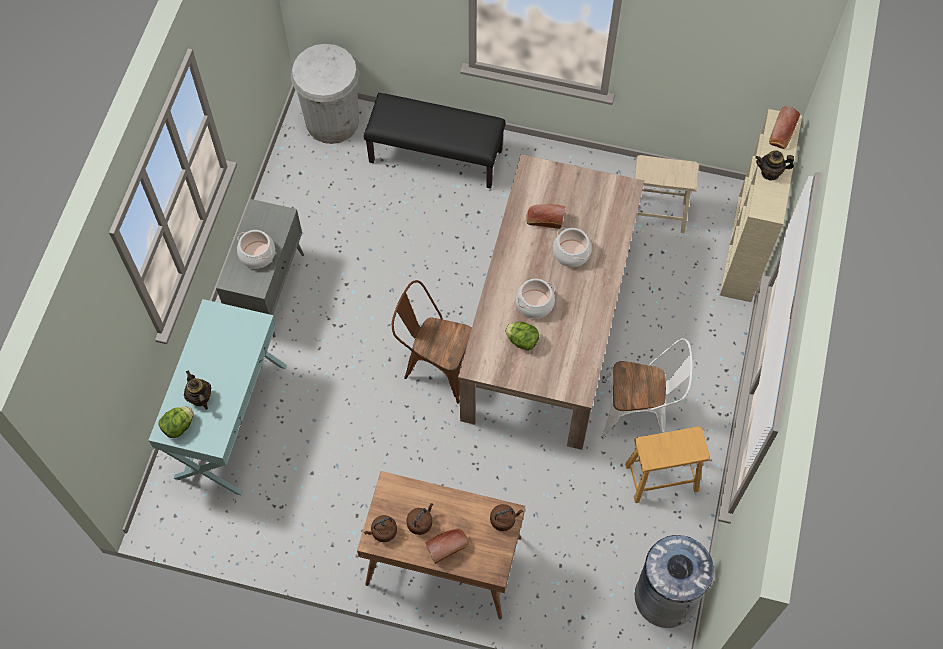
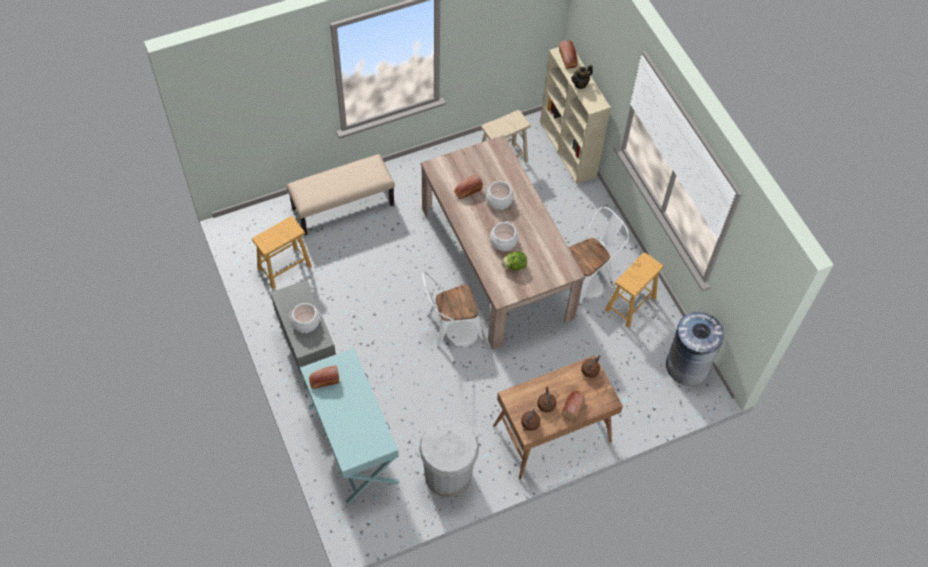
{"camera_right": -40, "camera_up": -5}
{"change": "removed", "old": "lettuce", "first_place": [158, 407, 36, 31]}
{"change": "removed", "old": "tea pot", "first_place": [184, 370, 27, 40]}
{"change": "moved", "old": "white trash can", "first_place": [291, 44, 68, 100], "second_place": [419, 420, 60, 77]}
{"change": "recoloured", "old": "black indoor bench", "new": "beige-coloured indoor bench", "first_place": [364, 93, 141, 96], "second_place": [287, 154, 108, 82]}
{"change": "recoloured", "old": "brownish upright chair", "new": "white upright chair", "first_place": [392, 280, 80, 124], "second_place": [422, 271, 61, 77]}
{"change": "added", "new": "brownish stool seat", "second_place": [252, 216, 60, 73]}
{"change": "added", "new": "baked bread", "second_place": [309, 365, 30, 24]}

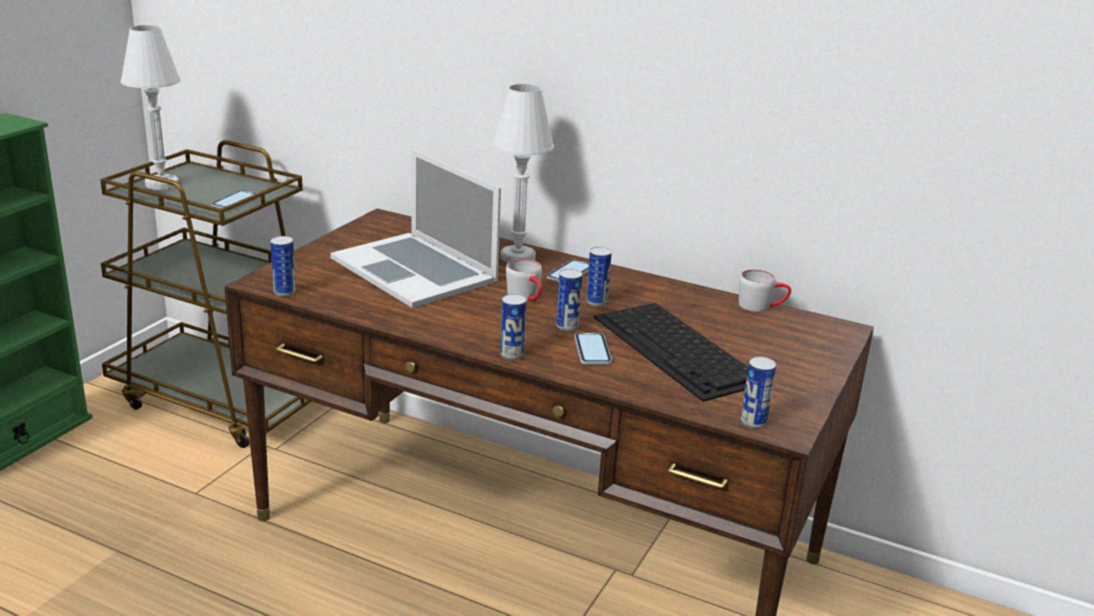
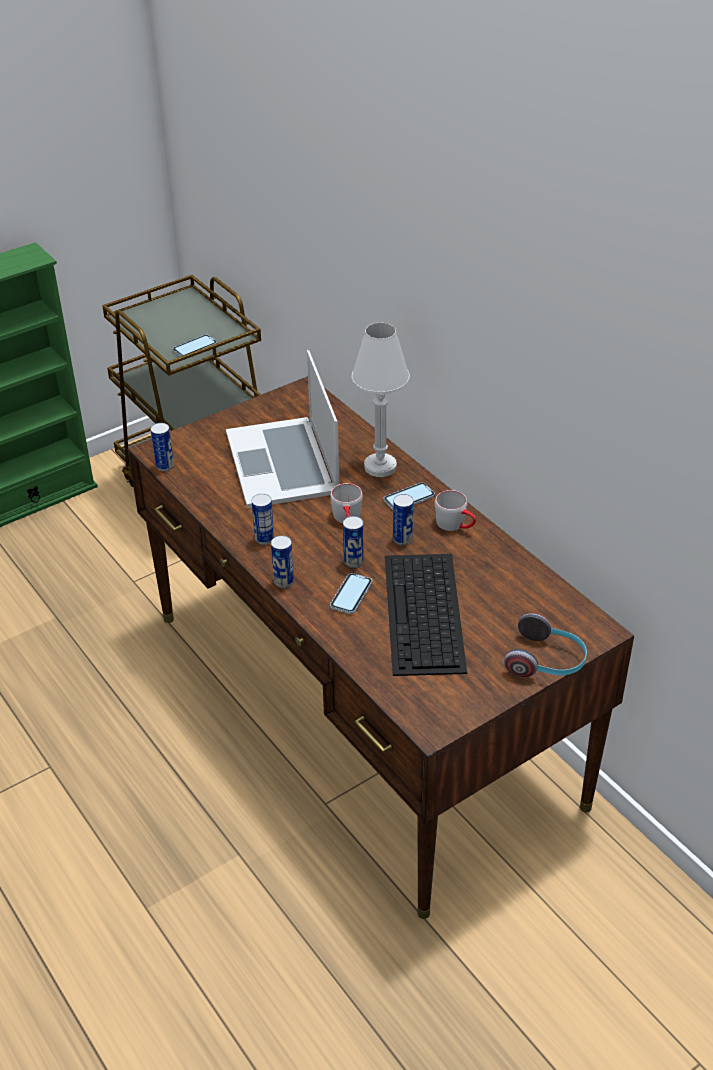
{"camera_right": 30, "camera_up": 15}
{"change": "removed", "old": "white lamp for a table", "first_place": [121, 25, 59, 165]}
{"change": "moved", "old": "gray tea mug", "first_place": [739, 269, 52, 43], "second_place": [435, 490, 41, 41]}
{"change": "moved", "old": "metal can", "first_place": [741, 357, 35, 72], "second_place": [252, 494, 22, 51]}
{"change": "added", "new": "headset", "second_place": [504, 613, 83, 64]}

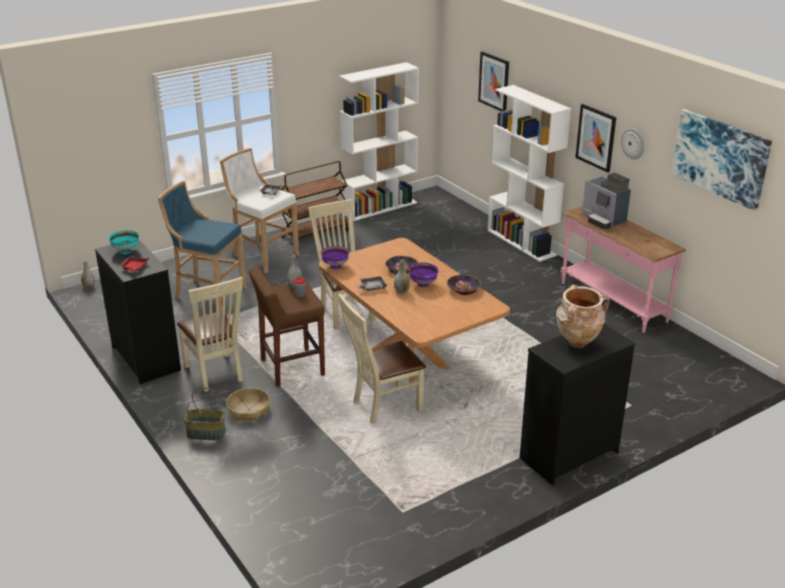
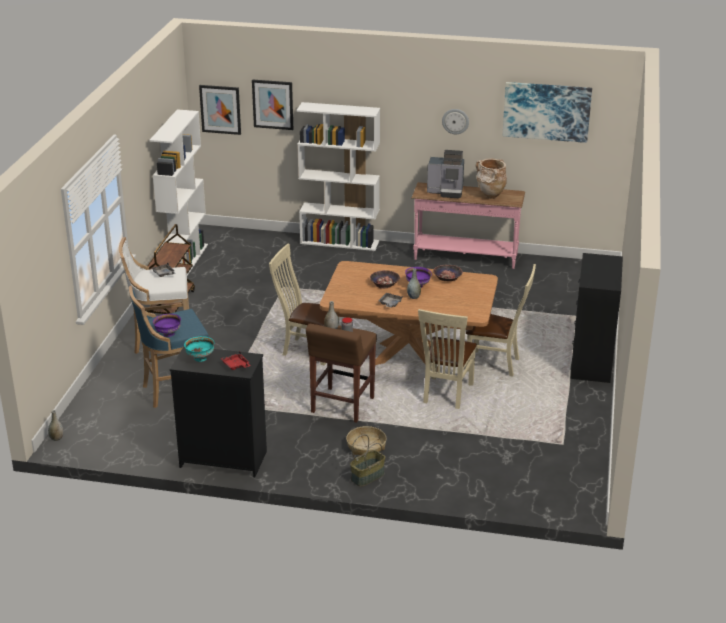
{"camera_right": -45, "camera_up": 0}
{"change": "moved", "old": "beige-coloured upright chair", "first_place": [177, 277, 66, 115], "second_place": [466, 264, 70, 113]}
{"change": "moved", "old": "purple serving bowl", "first_place": [321, 246, 28, 24], "second_place": [153, 314, 28, 23]}
{"change": "moved", "old": "beige-coloured vase", "first_place": [556, 284, 54, 64], "second_place": [476, 158, 31, 41]}
{"change": "moved", "old": "picture", "first_place": [575, 104, 41, 69], "second_place": [199, 85, 42, 50]}

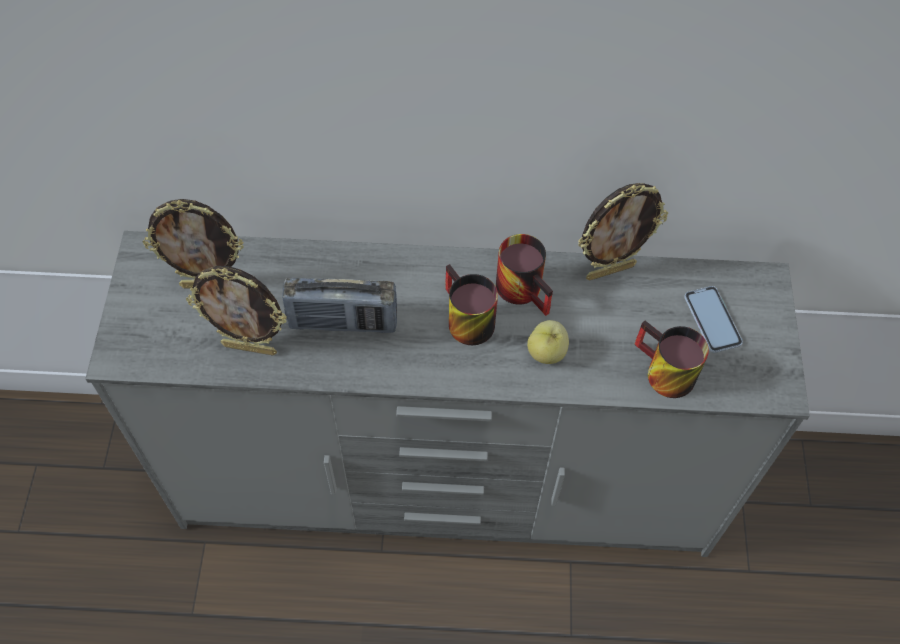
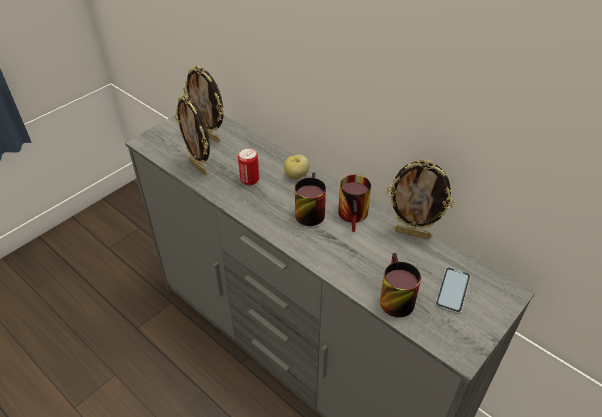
{"camera_right": 40, "camera_up": -15}
{"change": "replaced", "old": "radio", "new": "metal can", "first_place": [282, 278, 115, 55], "second_place": [238, 148, 21, 38]}
{"change": "moved", "old": "whole apple", "first_place": [527, 320, 42, 44], "second_place": [284, 155, 25, 24]}

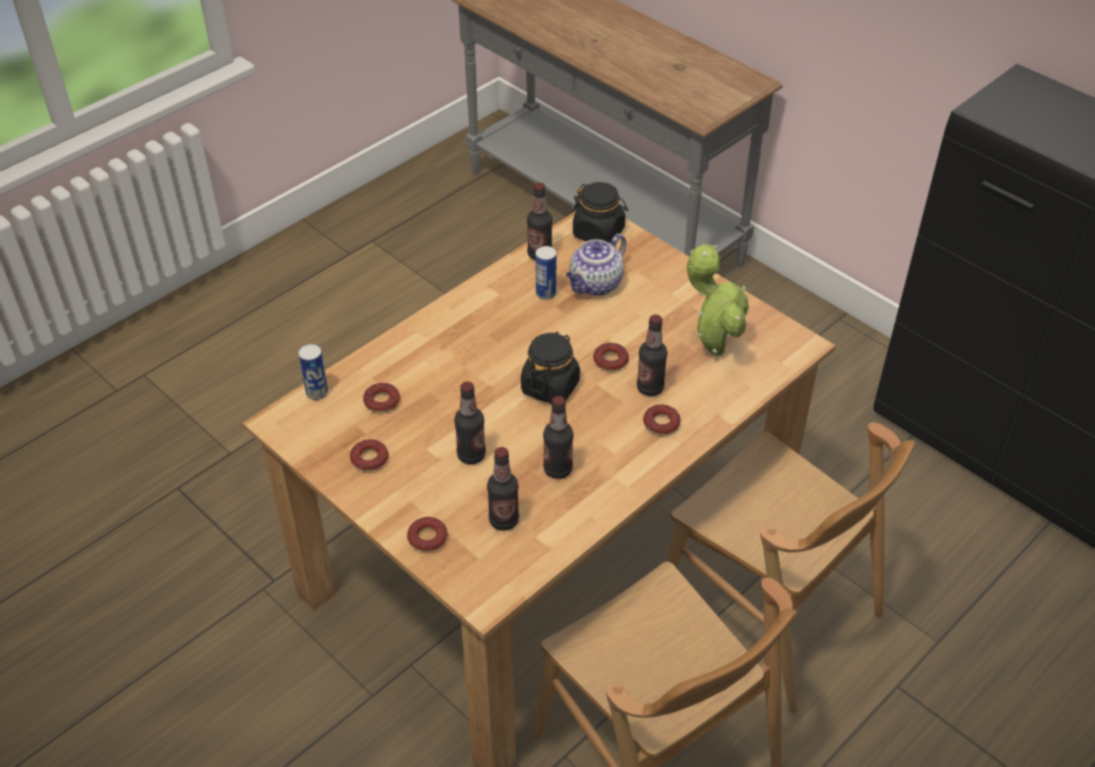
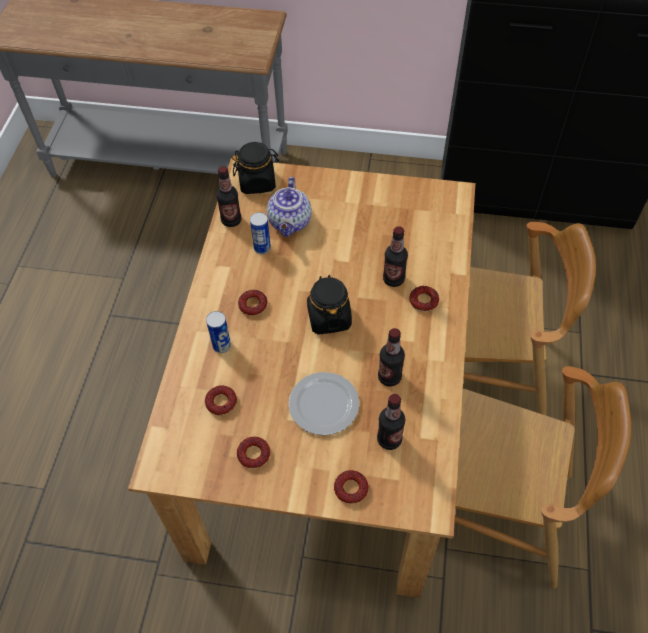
{"camera_right": -35, "camera_up": 10}
{"change": "moved", "old": "metal can", "first_place": [298, 344, 30, 56], "second_place": [206, 311, 25, 42]}
{"change": "replaced", "old": "beverage bottle", "new": "dinner plate", "first_place": [454, 381, 32, 83], "second_place": [289, 372, 70, 63]}
{"change": "moved", "old": "ring doughnut", "first_place": [593, 343, 36, 29], "second_place": [238, 290, 30, 26]}
{"change": "removed", "old": "plant in a pot", "first_place": [687, 244, 62, 112]}

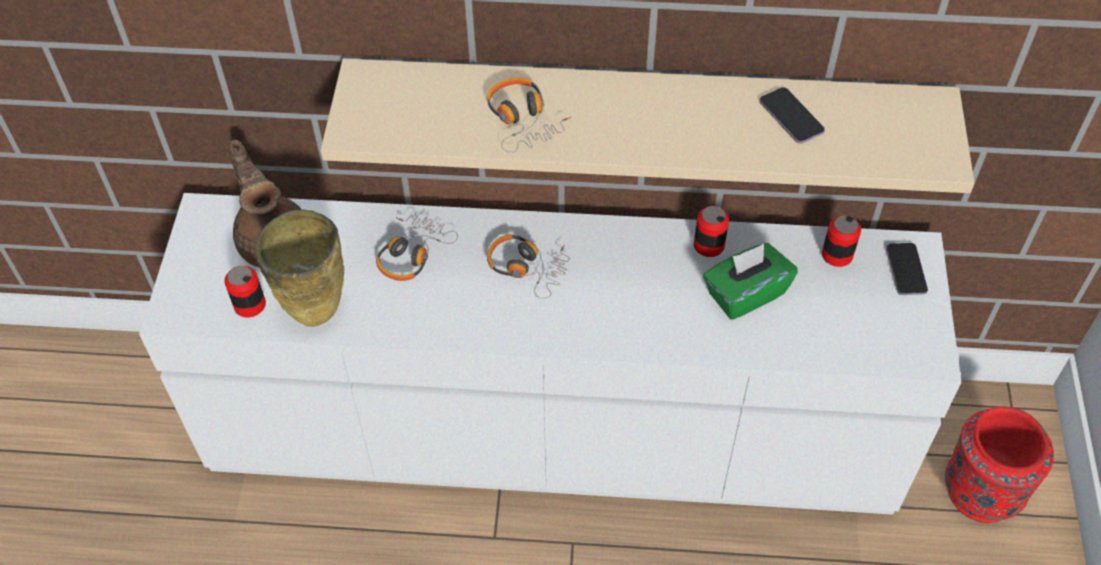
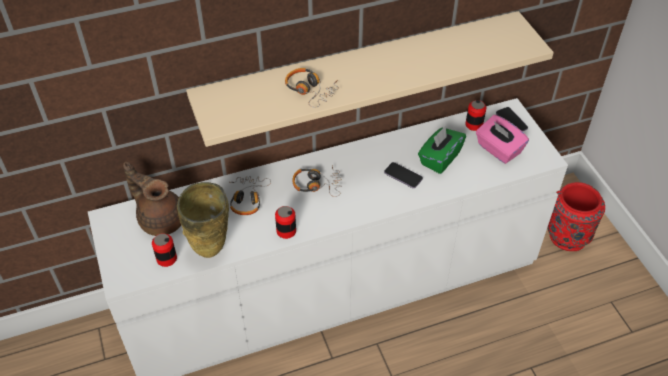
{"camera_right": -25, "camera_up": -5}
{"change": "moved", "old": "metal can", "first_place": [694, 206, 35, 51], "second_place": [275, 206, 21, 33]}
{"change": "moved", "old": "handset", "first_place": [760, 87, 65, 57], "second_place": [384, 162, 39, 26]}
{"change": "added", "new": "pinkish box of tissues", "second_place": [476, 115, 53, 49]}

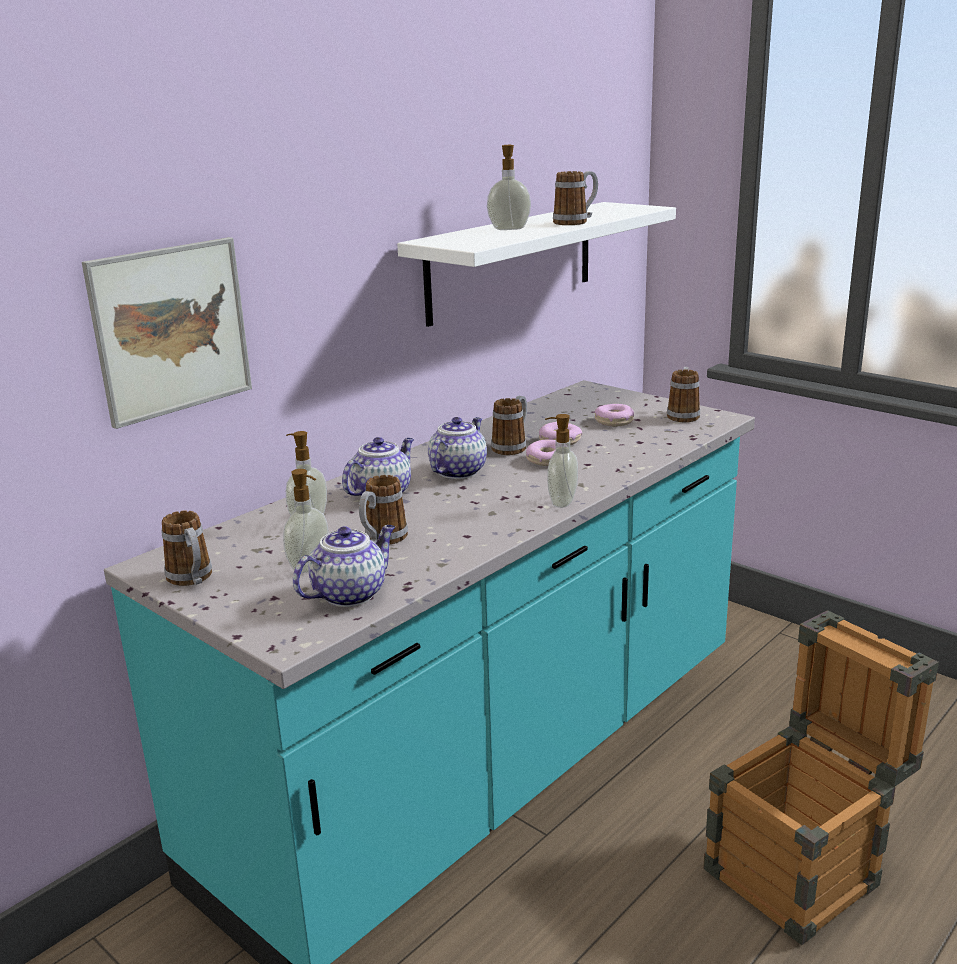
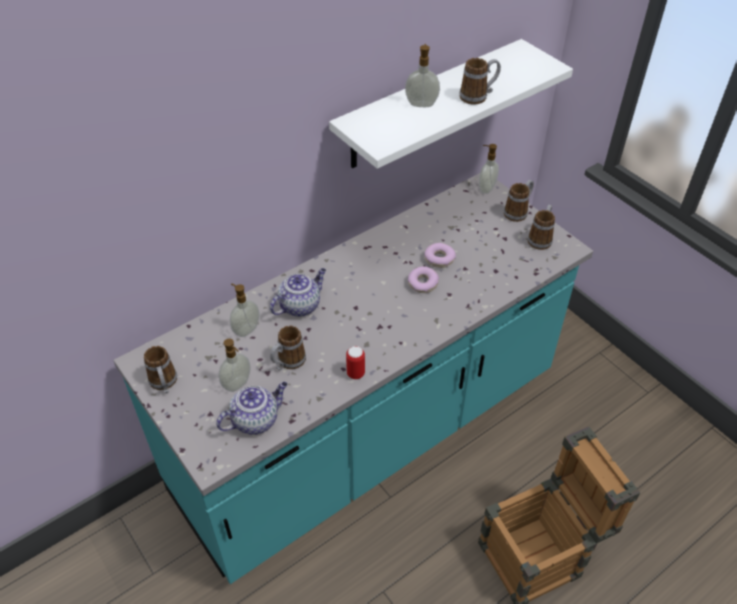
{"camera_right": 10, "camera_up": 25}
{"change": "removed", "old": "picture", "first_place": [82, 237, 170, 192]}
{"change": "removed", "old": "tea pot", "first_place": [428, 417, 59, 62]}
{"change": "moved", "old": "tea mug", "first_place": [491, 396, 36, 59], "second_place": [504, 180, 30, 42]}
{"change": "moved", "old": "soap dispenser", "first_place": [545, 414, 33, 94], "second_place": [479, 144, 20, 50]}
{"change": "removed", "old": "ring doughnut", "first_place": [595, 404, 39, 22]}
{"change": "added", "new": "metal can", "second_place": [346, 346, 19, 33]}

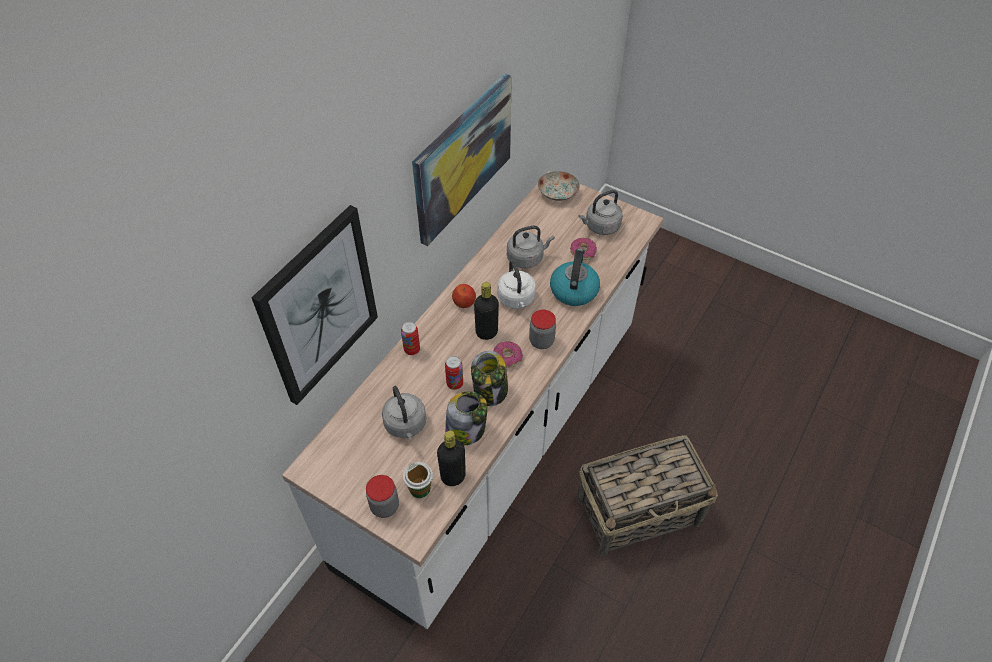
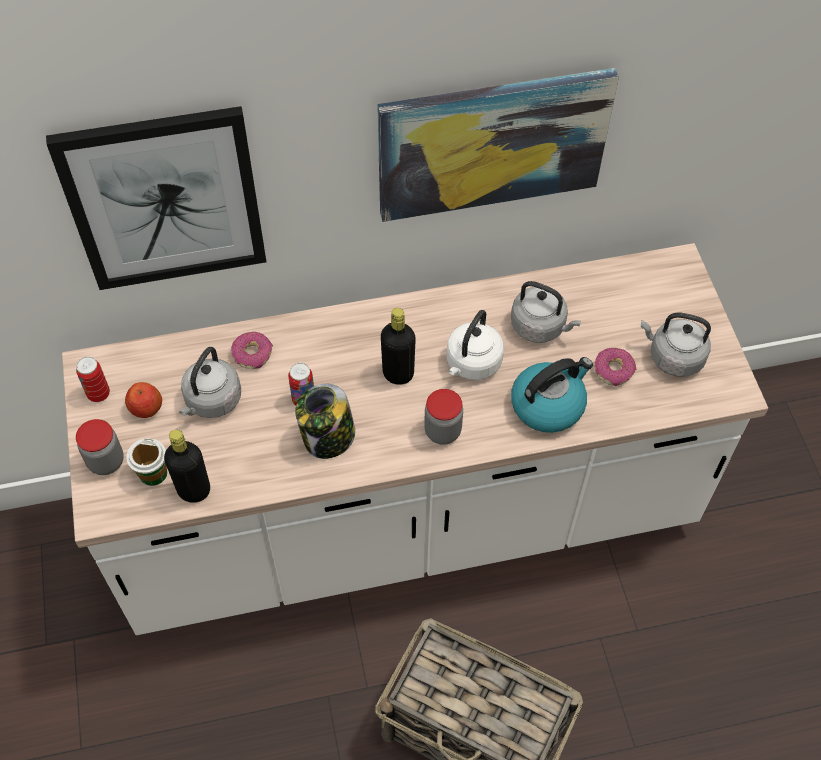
{"camera_right": 45, "camera_up": 5}
{"change": "moved", "old": "metal can", "first_place": [401, 322, 19, 33], "second_place": [76, 356, 34, 46]}
{"change": "removed", "old": "preserve jar", "first_place": [445, 391, 43, 54]}
{"change": "moved", "old": "whole apple", "first_place": [452, 284, 24, 24], "second_place": [125, 382, 37, 36]}
{"change": "moved", "old": "ring doughnut", "first_place": [494, 341, 29, 27], "second_place": [231, 332, 42, 37]}
{"change": "removed", "old": "dinner plate", "first_place": [538, 171, 42, 30]}

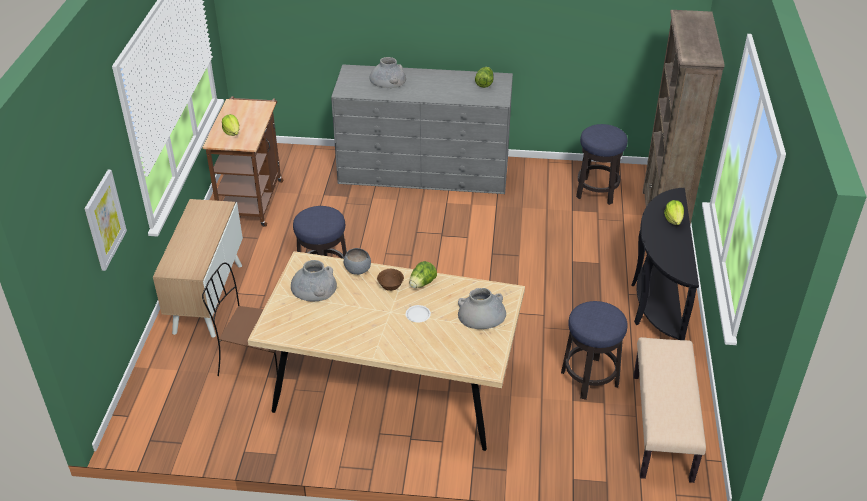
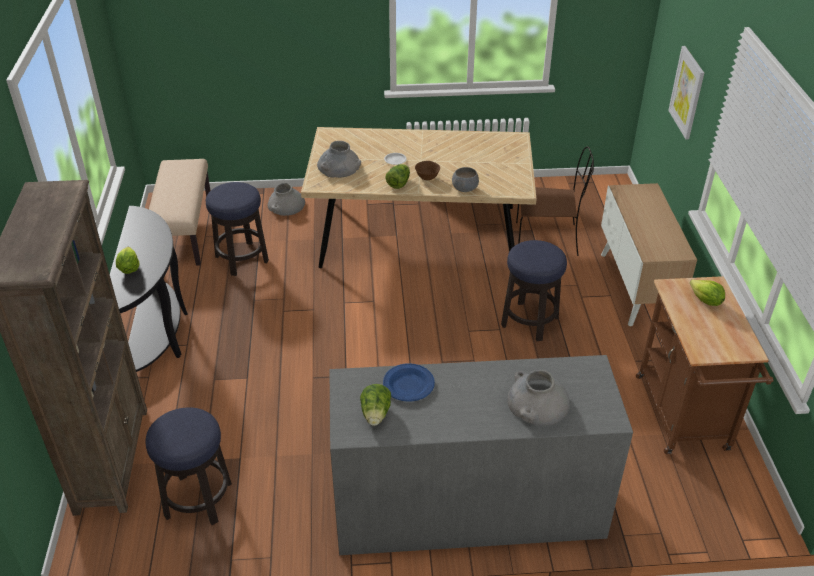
{"camera_right": 170, "camera_up": 0}
{"change": "moved", "old": "gray vase", "first_place": [291, 260, 46, 41], "second_place": [268, 183, 37, 33]}
{"change": "added", "new": "blue dinner plate", "second_place": [383, 363, 52, 39]}

